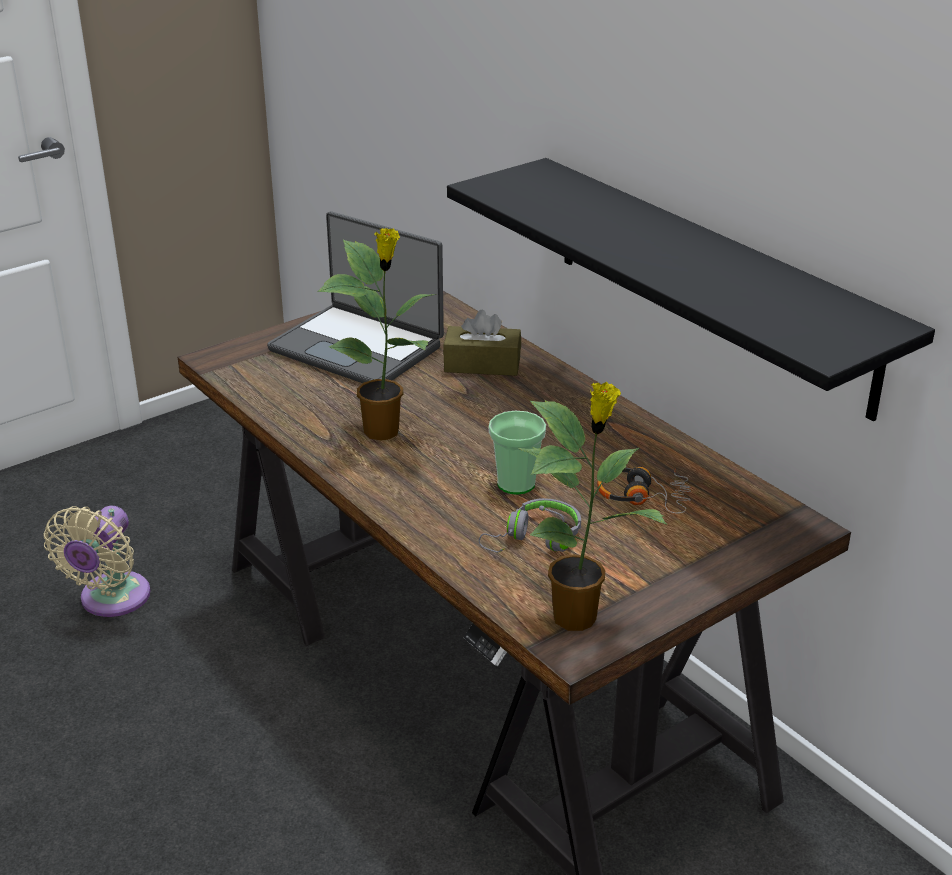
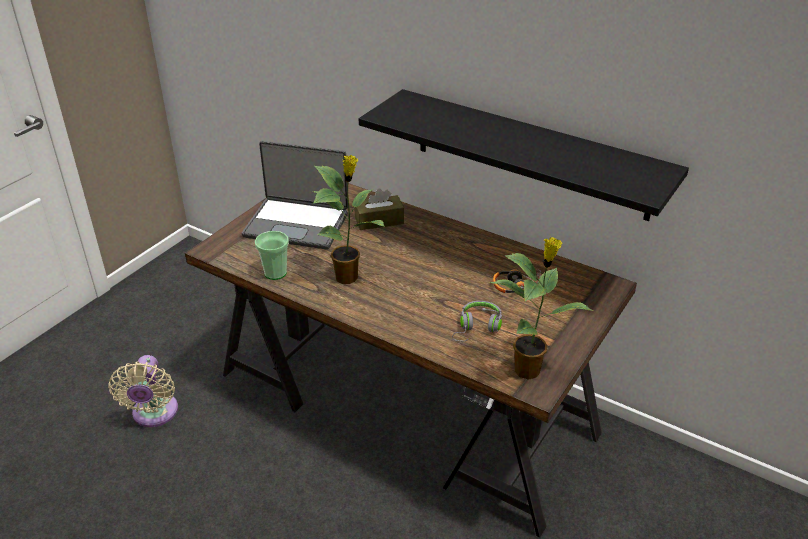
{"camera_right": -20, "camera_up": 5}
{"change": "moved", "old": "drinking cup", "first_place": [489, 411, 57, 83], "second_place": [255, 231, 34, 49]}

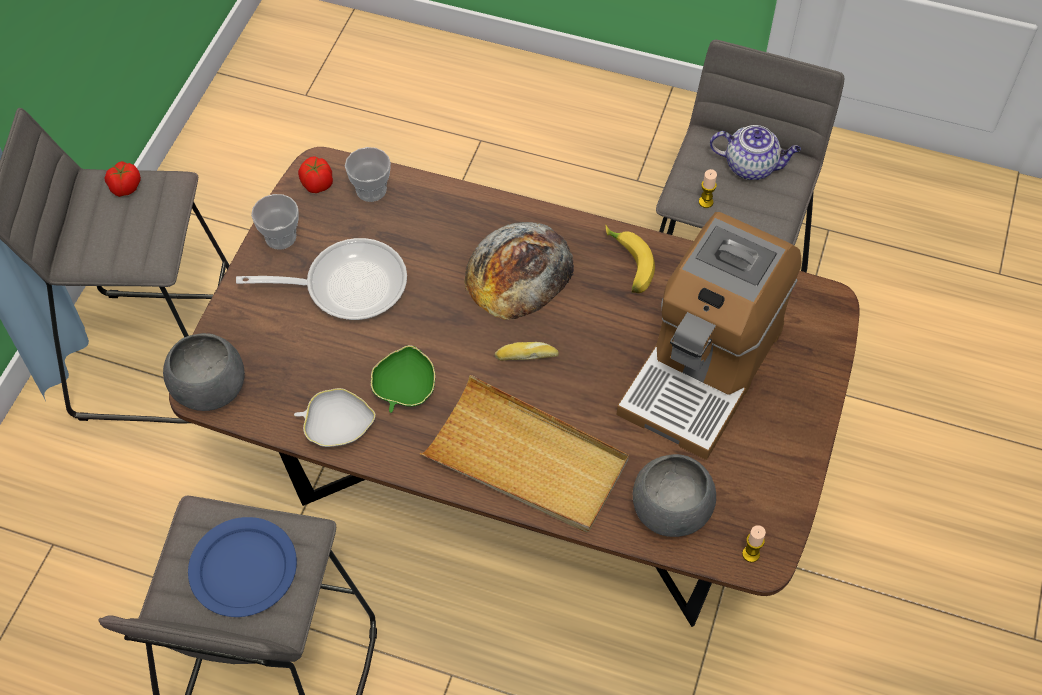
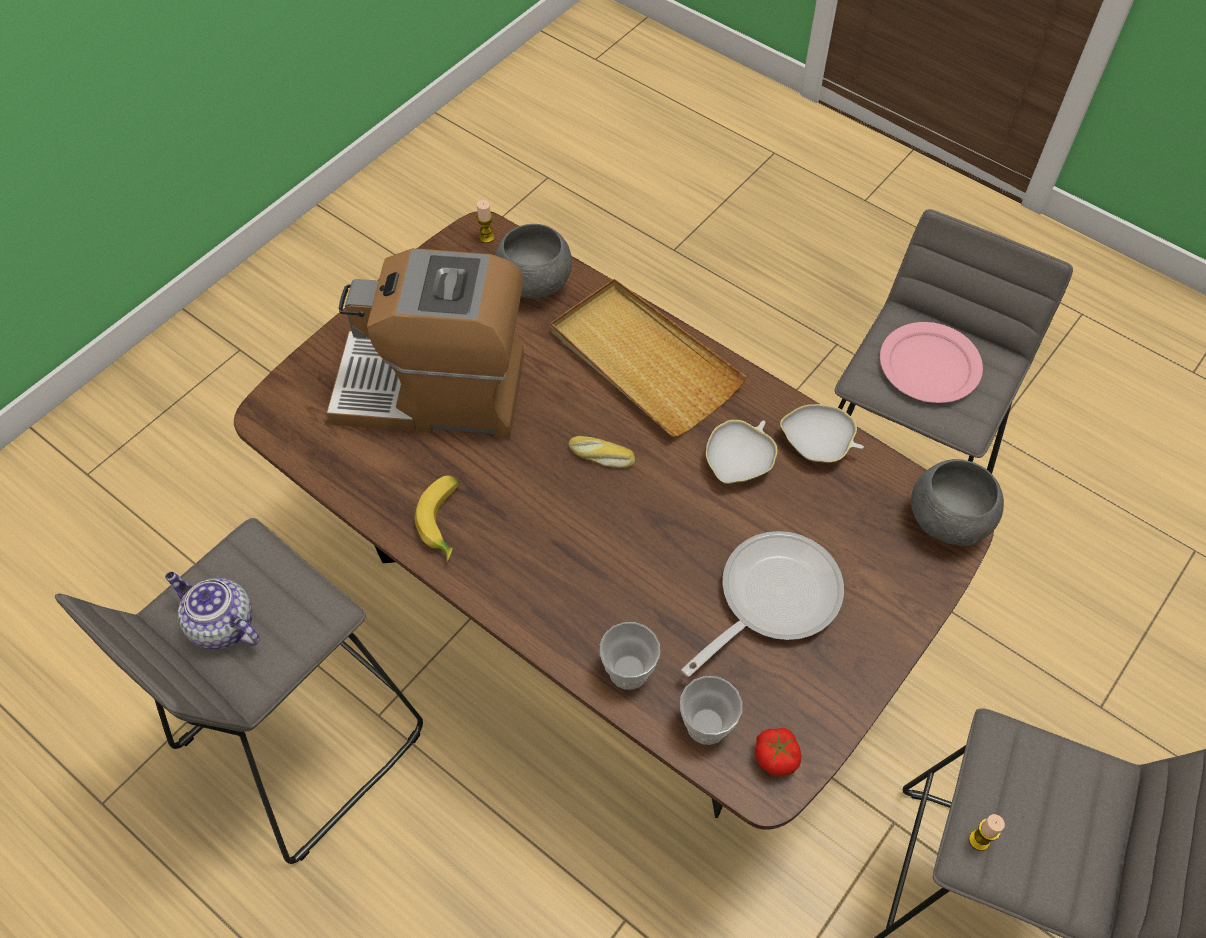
{"camera_right": -160, "camera_up": 0}
{"change": "removed", "old": "fresh tomato", "first_place": [105, 161, 36, 36]}
{"change": "recoloured", "old": "blue dinner plate", "new": "pinkish dinner plate", "first_place": [188, 517, 109, 100], "second_place": [880, 322, 103, 81]}
{"change": "turned", "old": "frying pan", "first_place": [236, 238, 171, 82], "second_place": [681, 531, 163, 146], "degrees": 120}
{"change": "moved", "old": "drinking cup", "first_place": [251, 194, 48, 56], "second_place": [600, 622, 60, 68]}
{"change": "recoloured", "old": "greenish serving bowl", "new": "white serving bowl", "first_place": [371, 345, 64, 68], "second_place": [706, 420, 71, 64]}
{"change": "removed", "old": "baked bread", "first_place": [464, 222, 110, 98]}
{"change": "turned", "old": "coffee brewer", "first_place": [616, 212, 185, 248], "second_place": [326, 248, 198, 190], "degrees": -135}
{"change": "moved", "old": "wax light", "first_place": [699, 169, 18, 39], "second_place": [969, 814, 36, 37]}

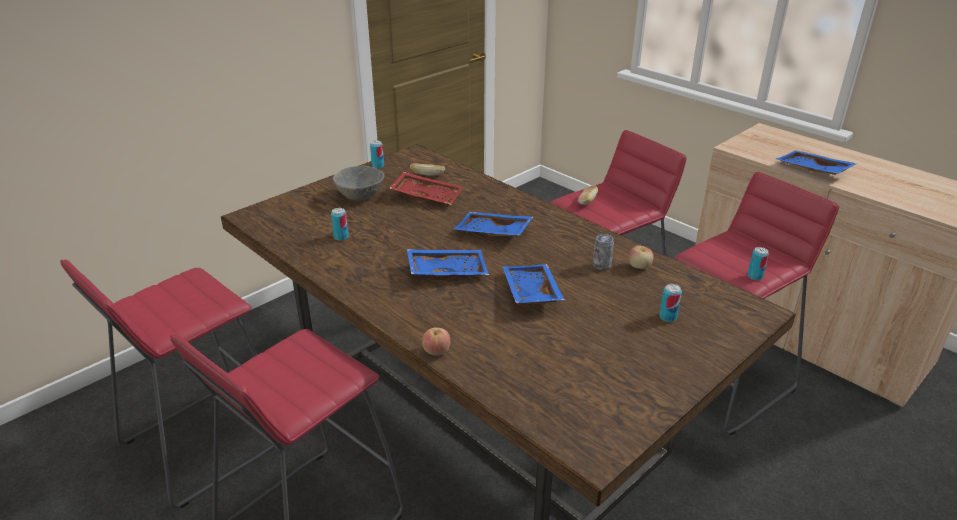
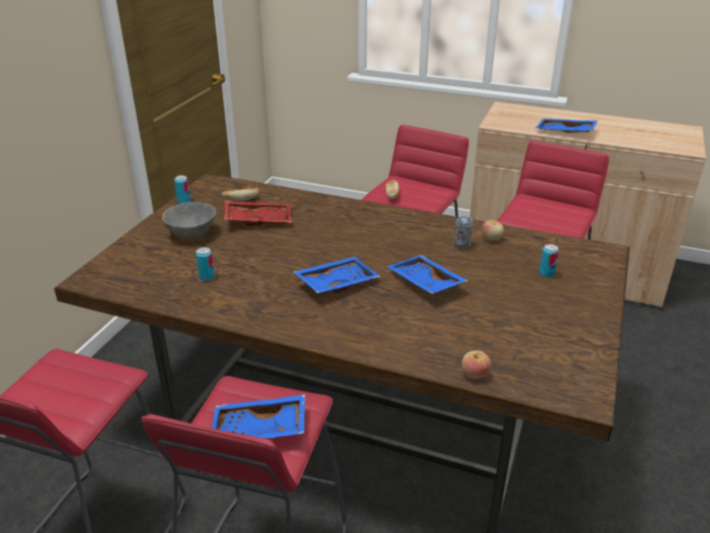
{"camera_right": -25, "camera_up": 0}
{"change": "moved", "old": "whole apple", "first_place": [422, 328, 28, 27], "second_place": [462, 351, 29, 28]}
{"change": "moved", "old": "blue tray", "first_place": [454, 212, 79, 24], "second_place": [212, 394, 93, 45]}
{"change": "removed", "old": "metal can", "first_place": [747, 247, 22, 33]}

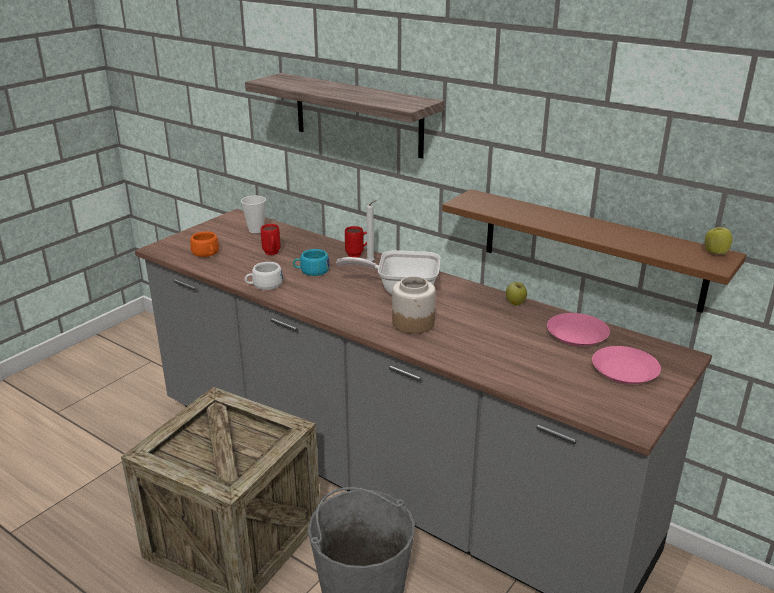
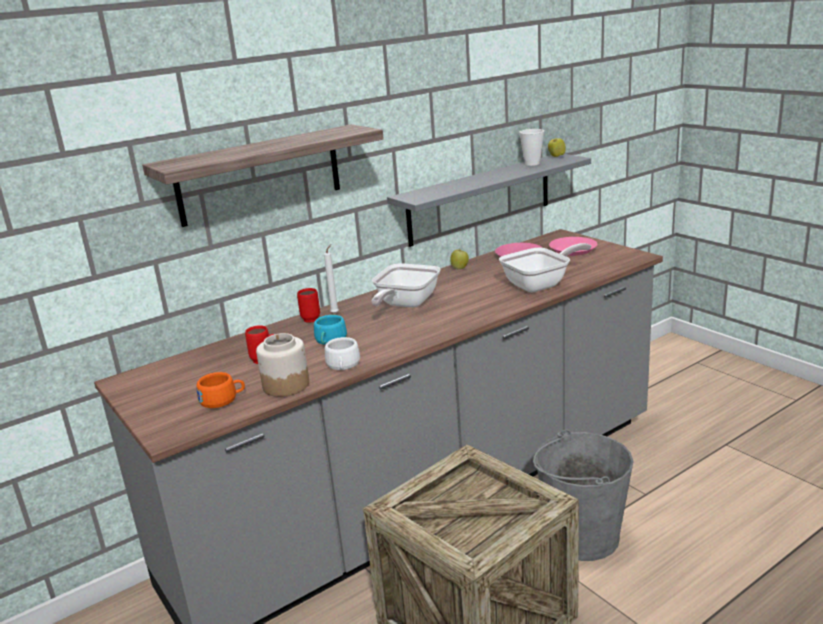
{"camera_right": -70, "camera_up": -5}
{"change": "moved", "old": "drinking cup", "first_place": [241, 196, 25, 37], "second_place": [519, 129, 25, 37]}
{"change": "moved", "old": "preserve jar", "first_place": [392, 276, 44, 58], "second_place": [256, 333, 53, 64]}
{"change": "recoloured", "old": "brownish shelf", "new": "gray shelf", "first_place": [442, 189, 304, 124], "second_place": [387, 154, 204, 93]}
{"change": "added", "new": "frying pan", "second_place": [499, 243, 92, 49]}

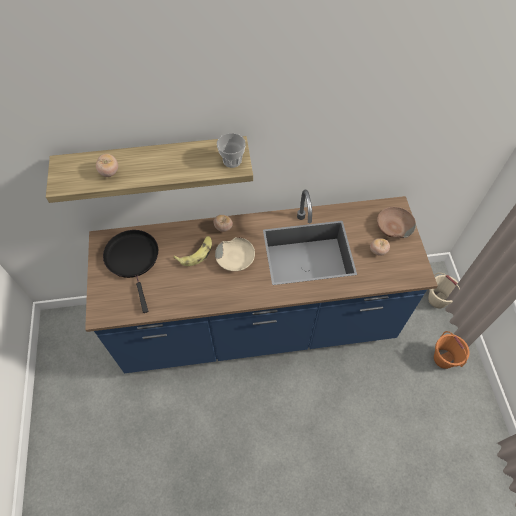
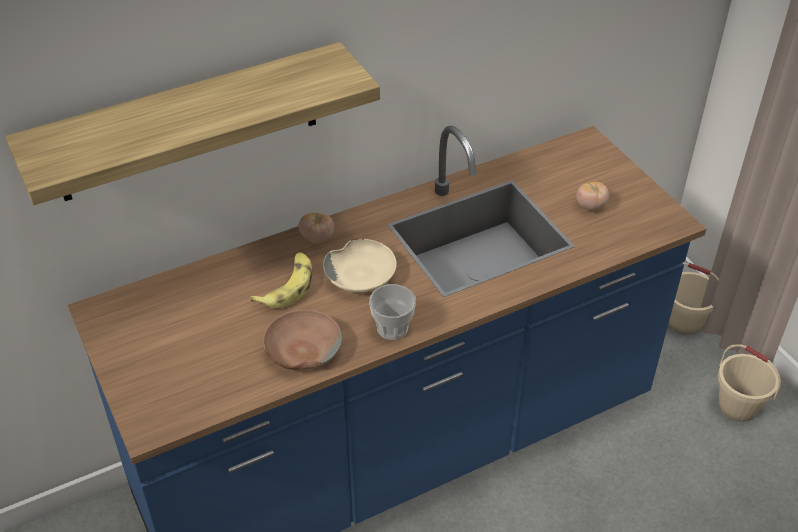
{"camera_right": -20, "camera_up": -15}
{"change": "removed", "old": "fresh tomato", "first_place": [96, 154, 22, 23]}
{"change": "removed", "old": "black frying pan", "first_place": [103, 230, 55, 83]}
{"change": "moved", "old": "drinking cup", "first_place": [217, 133, 29, 35], "second_place": [369, 284, 47, 56]}
{"change": "moved", "old": "brownish serving bowl", "first_place": [377, 207, 39, 31], "second_place": [263, 310, 79, 60]}
{"change": "recoloured", "old": "orange-coloured water bucket", "new": "beige-coloured water bucket", "first_place": [434, 331, 35, 38], "second_place": [718, 344, 63, 78]}

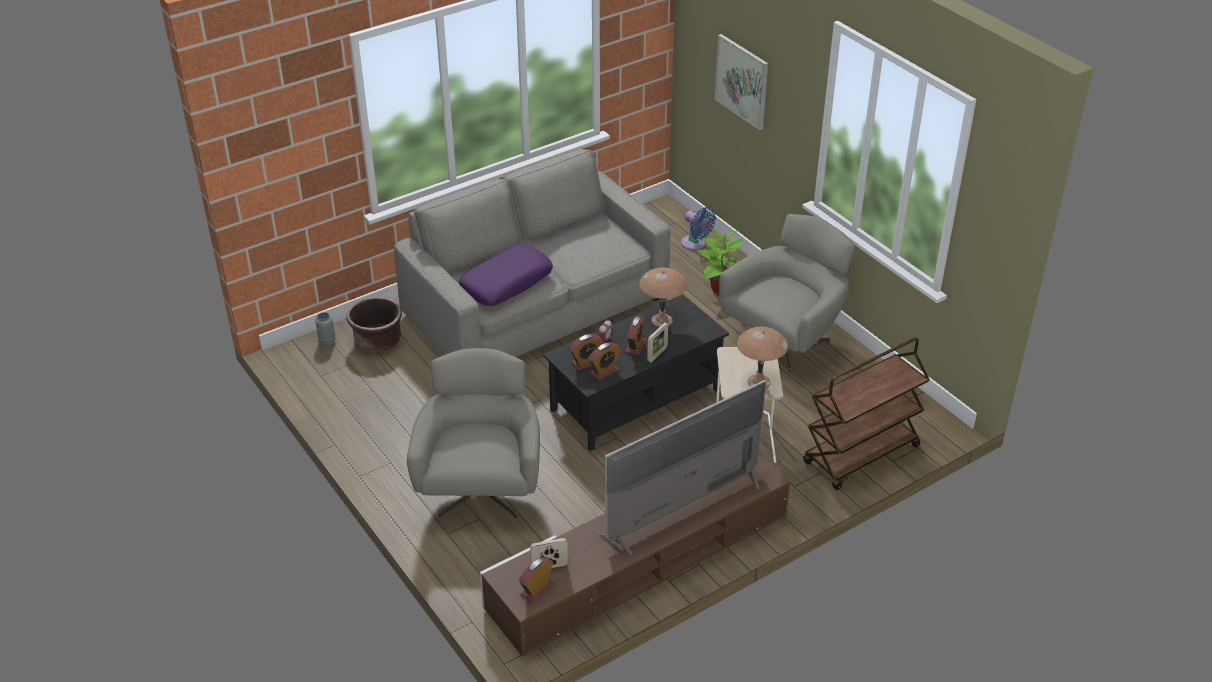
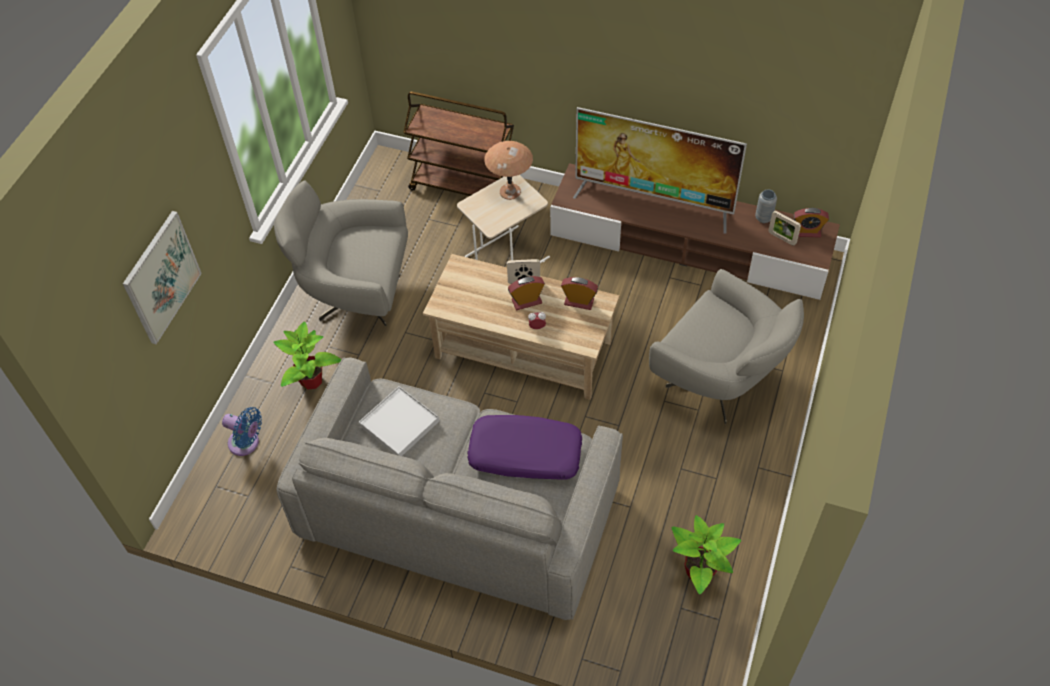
{"camera_right": -125, "camera_up": 15}
{"change": "moved", "old": "gray vase", "first_place": [315, 312, 21, 34], "second_place": [755, 190, 22, 33]}
{"change": "removed", "old": "brownish plant pot", "first_place": [346, 298, 56, 54]}
{"change": "turned", "old": "gray armchair", "first_place": [407, 348, 133, 171], "second_place": [649, 269, 155, 155], "degrees": -105}
{"change": "recoloured", "old": "black low table", "new": "beige-coloured low table", "first_place": [543, 294, 186, 157], "second_place": [423, 254, 197, 146]}
{"change": "removed", "old": "table clock", "first_place": [569, 334, 35, 37]}
{"change": "removed", "old": "brownish lamp for a table", "first_place": [639, 267, 48, 60]}
{"change": "turned", "old": "blue fan", "first_place": [681, 207, 35, 44], "second_place": [222, 407, 40, 49], "degrees": 105}
{"change": "added", "new": "white tray", "second_place": [359, 386, 80, 70]}
{"change": "added", "new": "plant in a pot", "second_place": [672, 515, 69, 79]}

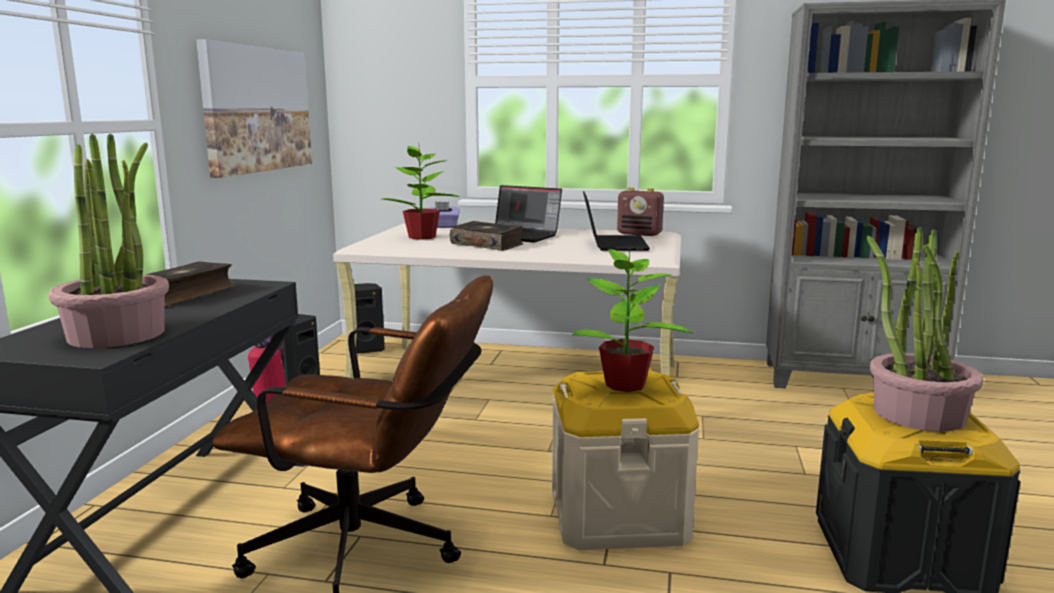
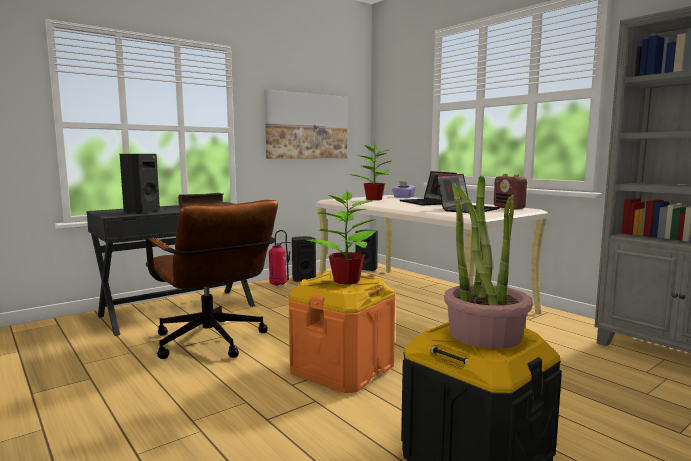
{"camera_right": 40, "camera_up": -5}
{"change": "replaced", "old": "plant in a pot", "new": "black speaker", "first_place": [49, 133, 120, 215], "second_place": [120, 154, 40, 60]}
{"change": "removed", "old": "book", "first_place": [450, 221, 73, 30]}
{"change": "recoloured", "old": "beige-coloured storage box", "new": "orange-coloured storage box", "first_place": [552, 370, 147, 180], "second_place": [288, 272, 108, 121]}

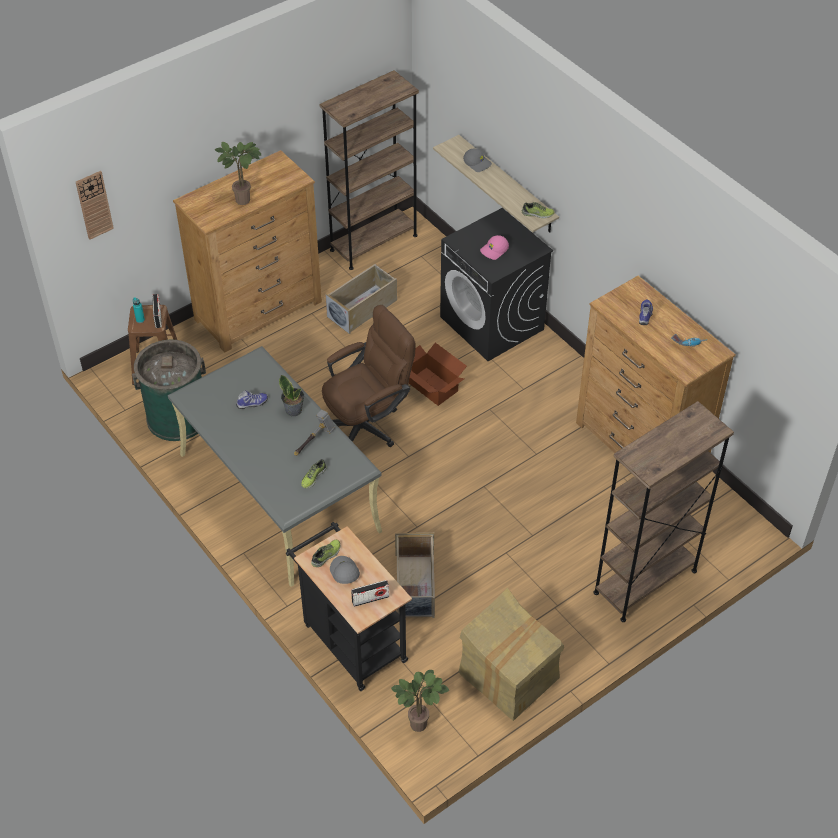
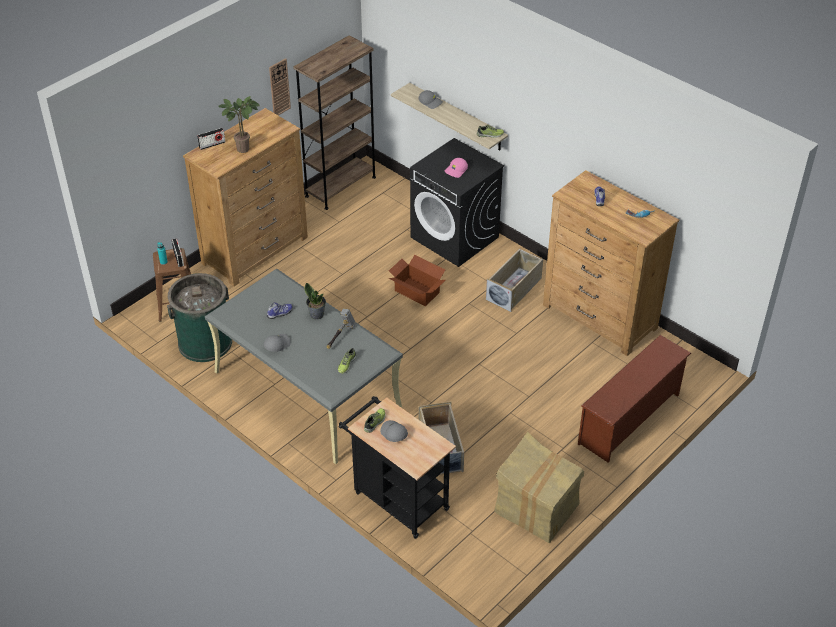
{"camera_right": -10, "camera_up": -5}
{"change": "moved", "old": "clock on the wall", "first_place": [76, 171, 38, 69], "second_place": [269, 58, 22, 57]}
{"change": "removed", "old": "brownish desk chair", "first_place": [322, 305, 94, 142]}
{"change": "moved", "old": "beige-coloured storage box", "first_place": [326, 264, 71, 70], "second_place": [486, 249, 57, 63]}
{"change": "moved", "old": "radio", "first_place": [351, 580, 38, 27], "second_place": [197, 128, 28, 22]}
{"change": "removed", "old": "plant in a pot", "first_place": [391, 670, 58, 62]}
{"change": "replaced", "old": "brownish shelving unit", "new": "brownish shoe shelf", "first_place": [593, 401, 141, 221], "second_place": [578, 335, 113, 128]}
{"change": "added", "new": "gray peaked cap", "second_place": [264, 334, 27, 18]}

